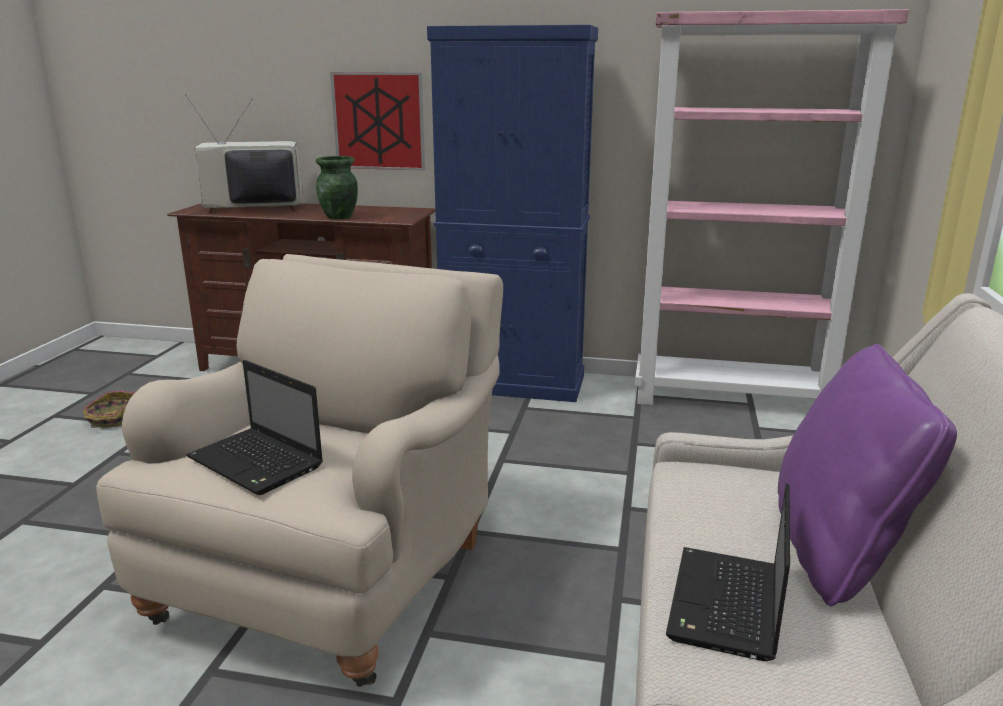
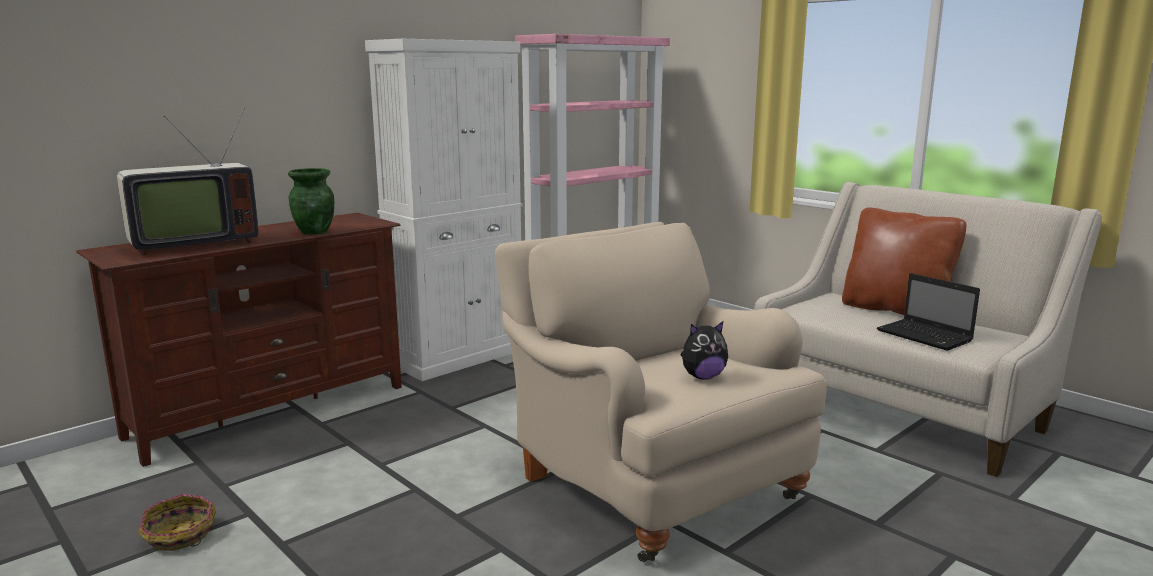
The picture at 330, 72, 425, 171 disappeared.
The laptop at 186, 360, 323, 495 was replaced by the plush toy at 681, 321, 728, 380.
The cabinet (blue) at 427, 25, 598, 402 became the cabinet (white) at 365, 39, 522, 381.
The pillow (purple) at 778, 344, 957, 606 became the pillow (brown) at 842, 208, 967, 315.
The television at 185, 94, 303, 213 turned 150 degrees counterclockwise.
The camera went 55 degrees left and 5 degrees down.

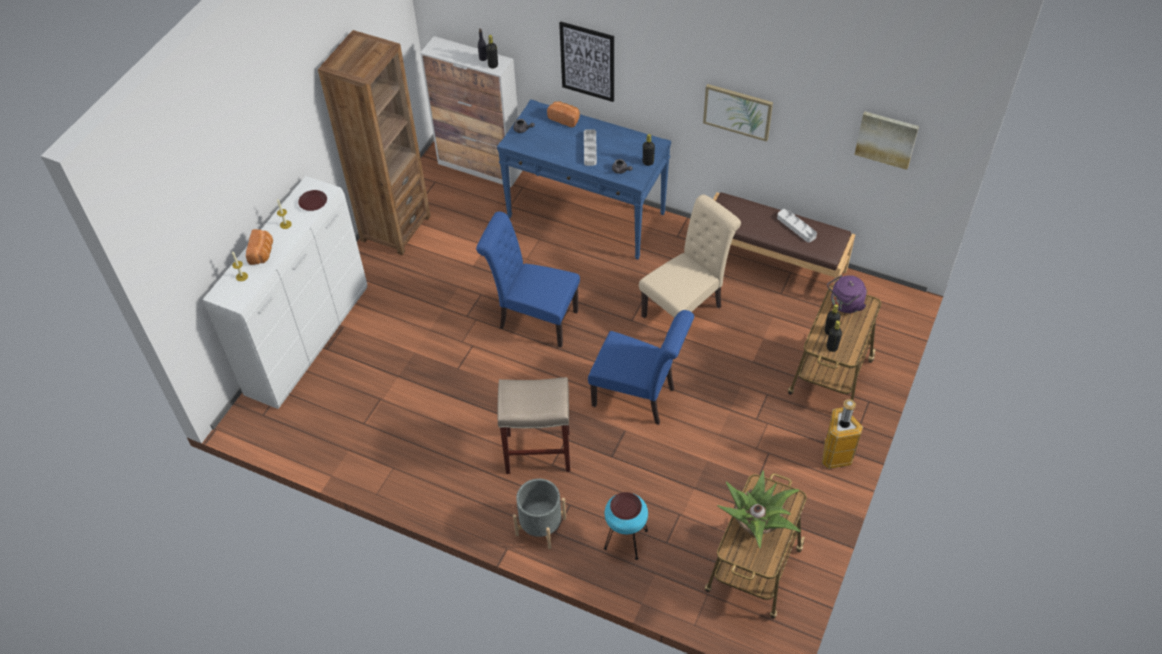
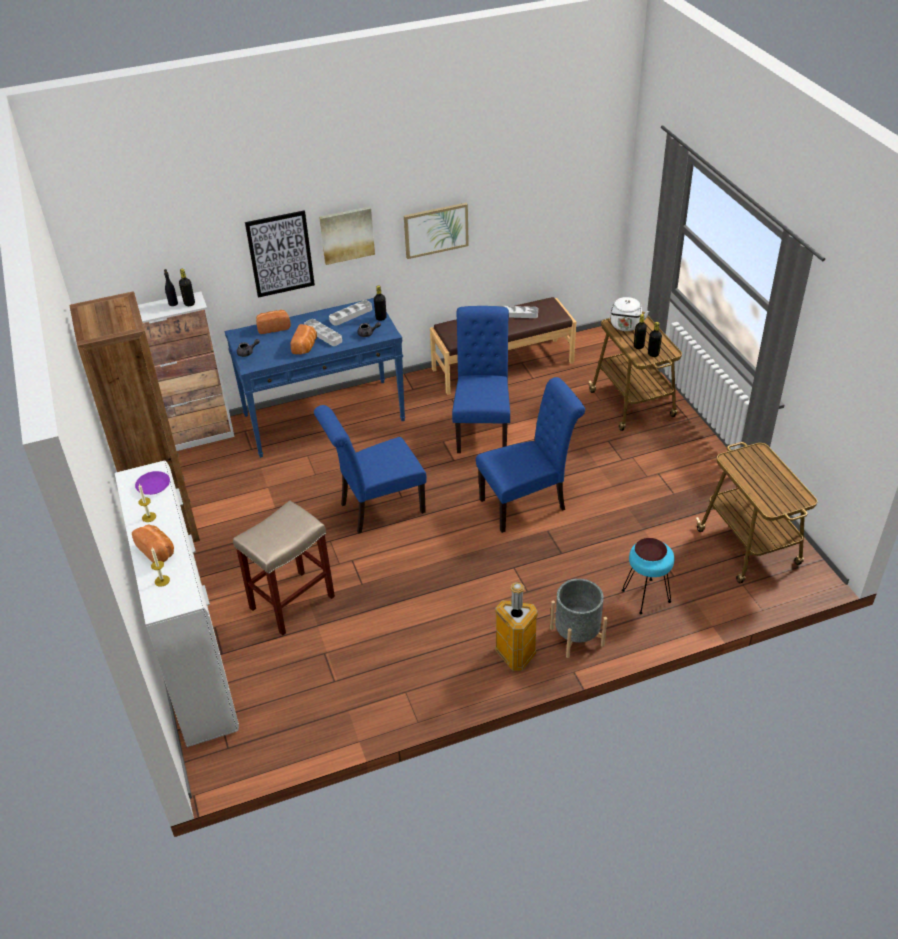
The potted plant at 717, 471, 800, 548 disappeared.
The bread at 290, 324, 317, 354 appeared.
The tray (grey) at 329, 300, 372, 326 appeared.
The stool (beige) moved from 497, 377, 570, 474 to 233, 501, 335, 636.
The trash can moved from 822, 399, 863, 469 to 495, 582, 538, 671.
The picture moved from 854, 111, 919, 170 to 319, 206, 375, 265.
The plate (brown) at 298, 190, 327, 211 became the plate (purple) at 135, 471, 170, 495.
The chair (beige) at 639, 194, 741, 318 became the chair (blue) at 452, 306, 510, 453.
The kettle (purple) at 827, 275, 867, 313 became the kettle (white) at 611, 297, 649, 331.
The camera went 45 degrees left and 10 degrees down.

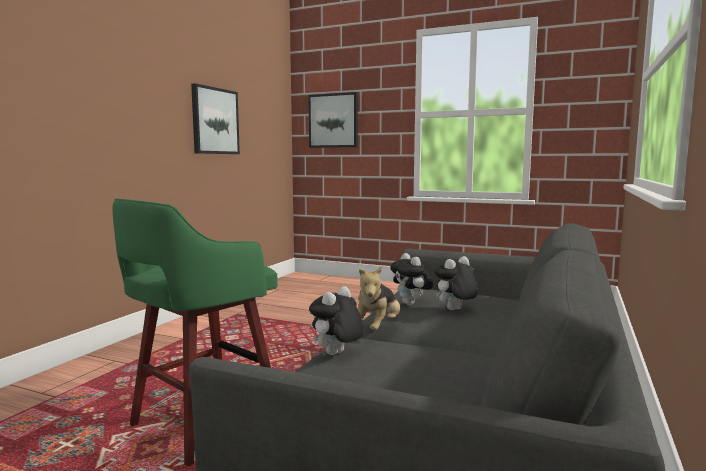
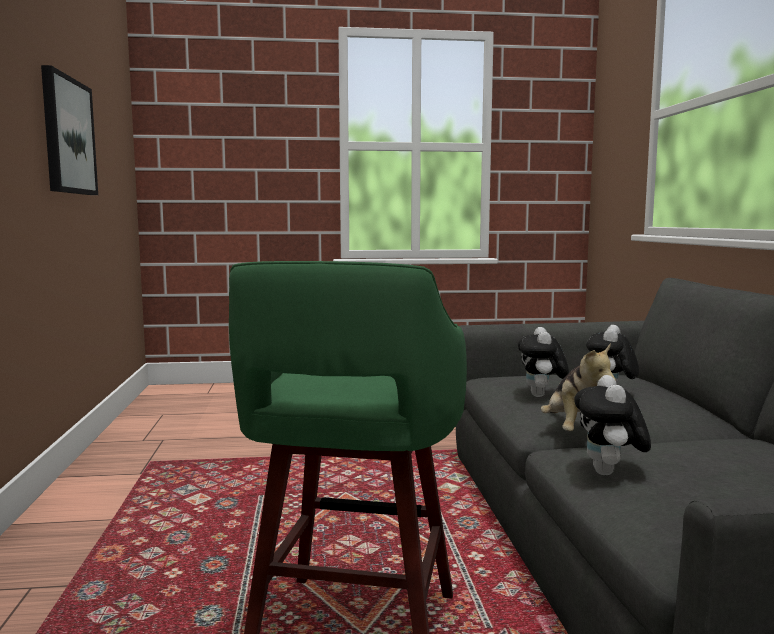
The picture at 308, 92, 358, 148 disappeared.
The plush toy at 390, 253, 433, 305 turned 60 degrees clockwise.
The camera went 30 degrees left and 0 degrees up.

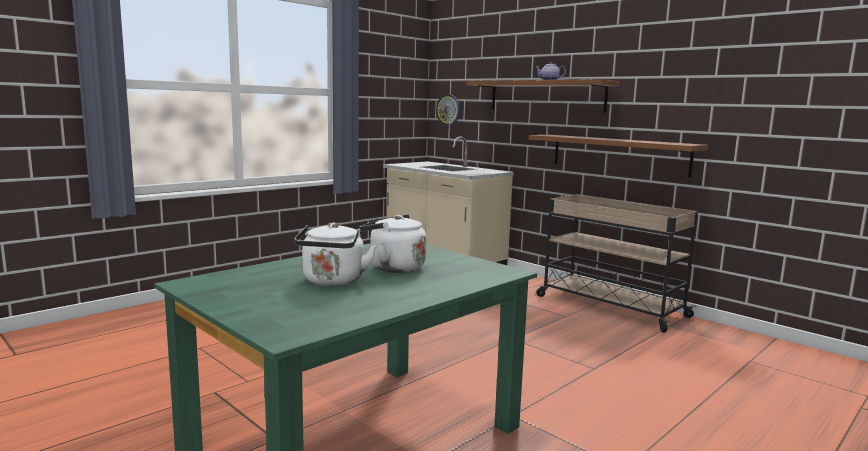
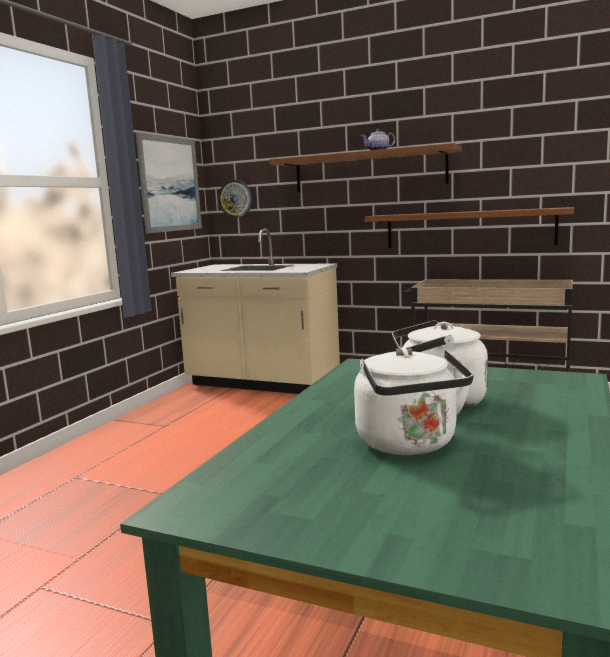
The picture at 135, 133, 202, 234 appeared.
The camera went 20 degrees left and 0 degrees up.

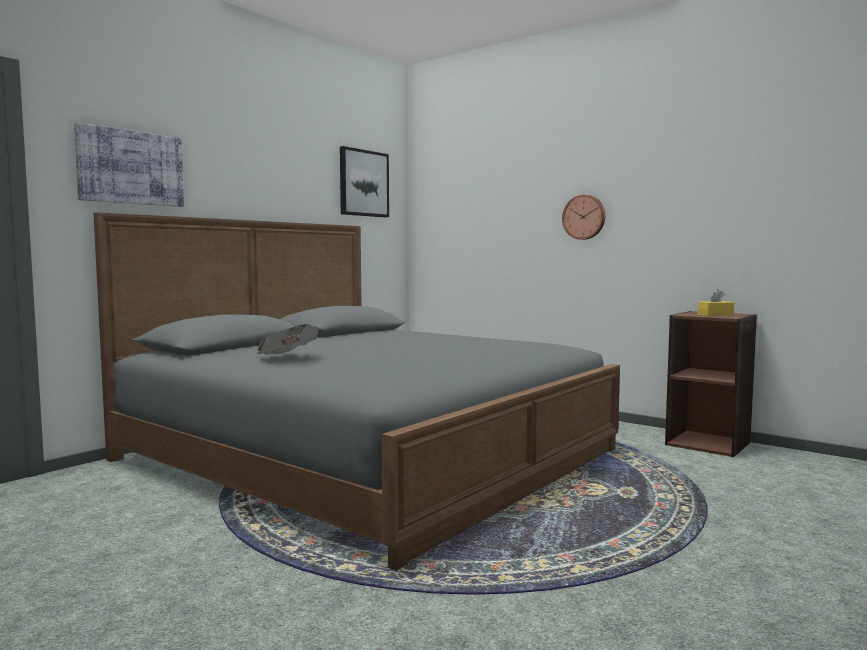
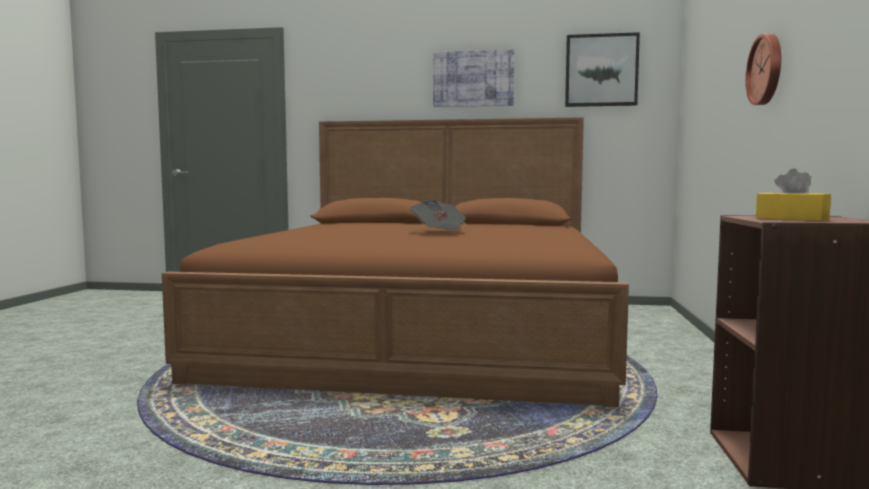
The picture moved from 74, 122, 184, 207 to 433, 49, 514, 107.
The newspaper moved from 257, 324, 319, 355 to 410, 200, 466, 231.
The bed (grey) at 93, 212, 620, 571 became the bed (brown) at 162, 117, 629, 407.
The camera went 60 degrees right and 0 degrees up.

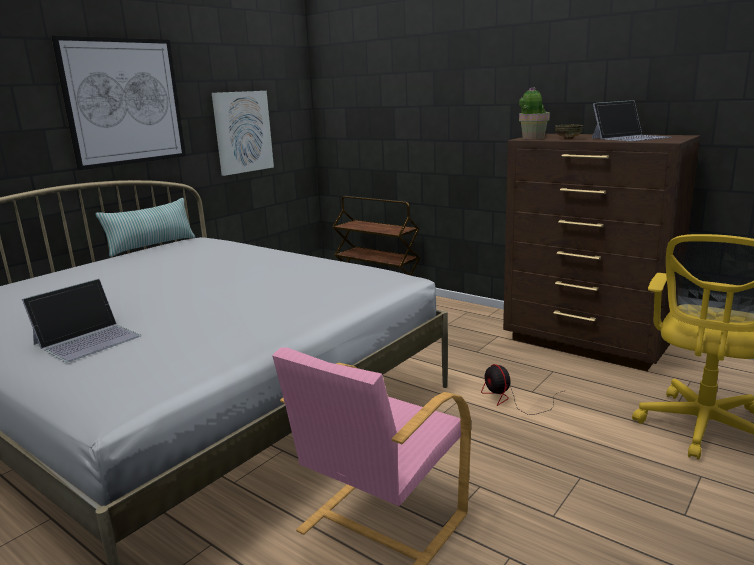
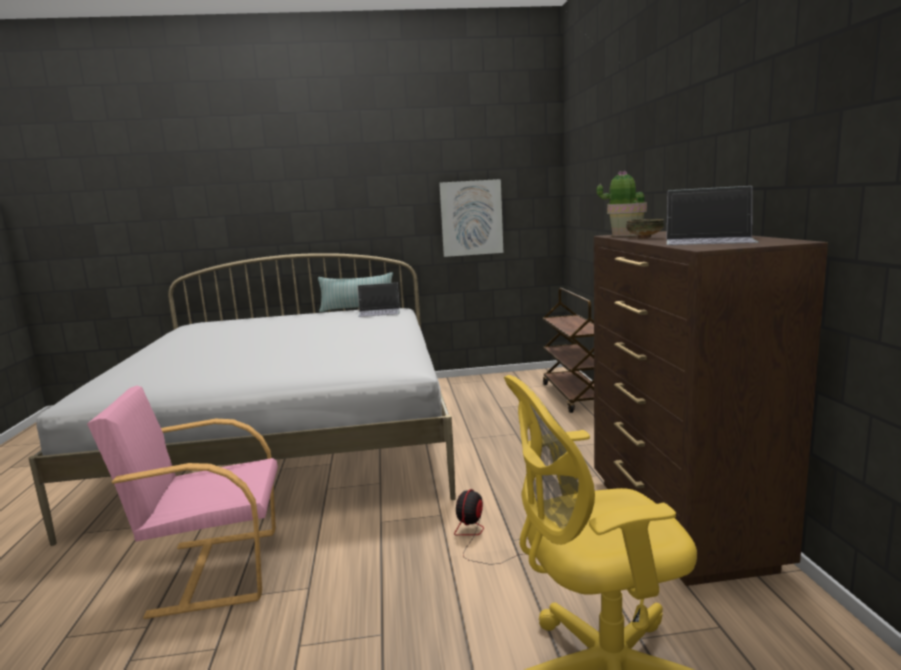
The picture at 51, 36, 186, 170 disappeared.
The laptop moved from 22, 279, 141, 362 to 358, 283, 400, 317.
The camera went 45 degrees right and 5 degrees down.

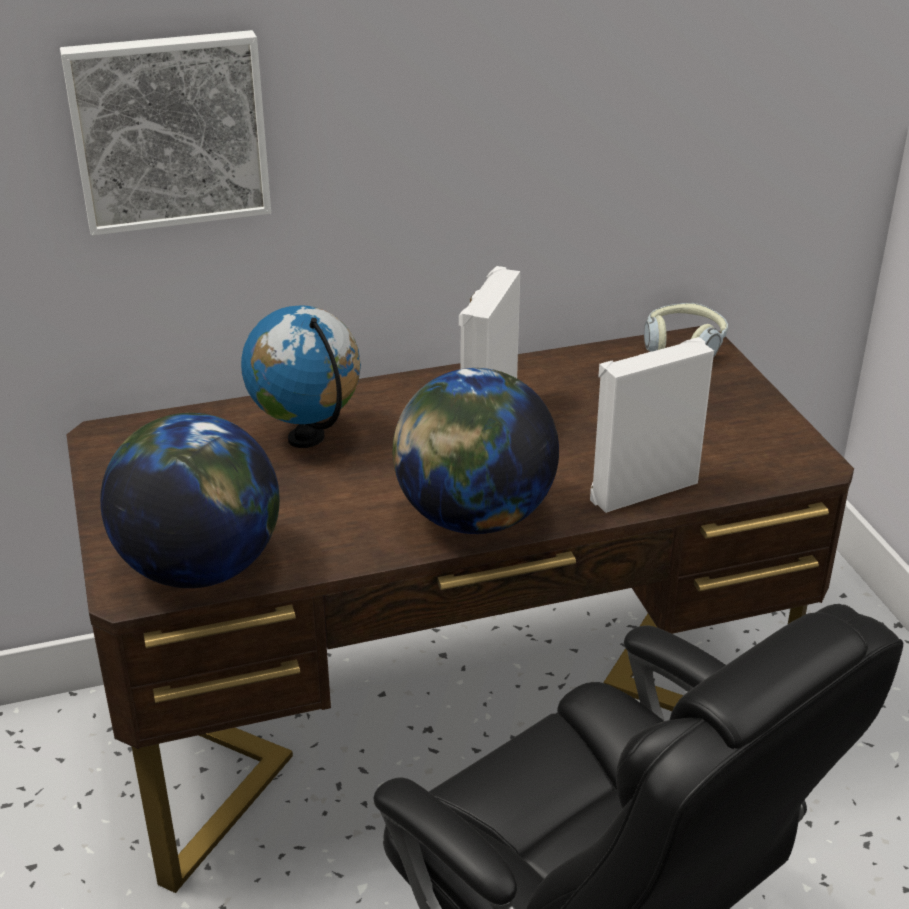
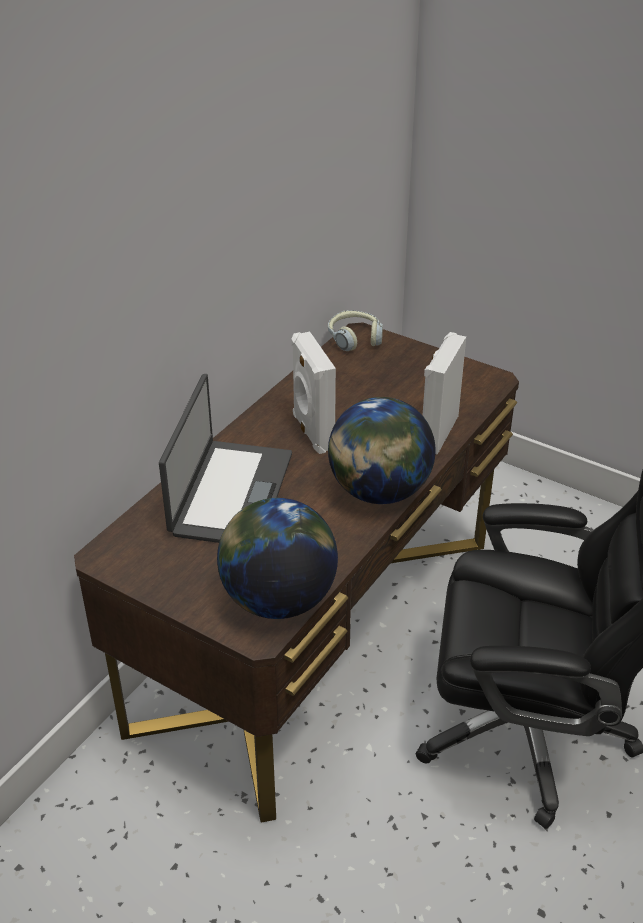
The picture at 60, 30, 271, 236 disappeared.
The globe at 241, 305, 361, 448 was replaced by the laptop at 159, 374, 292, 543.
The camera went 40 degrees left and 5 degrees up.

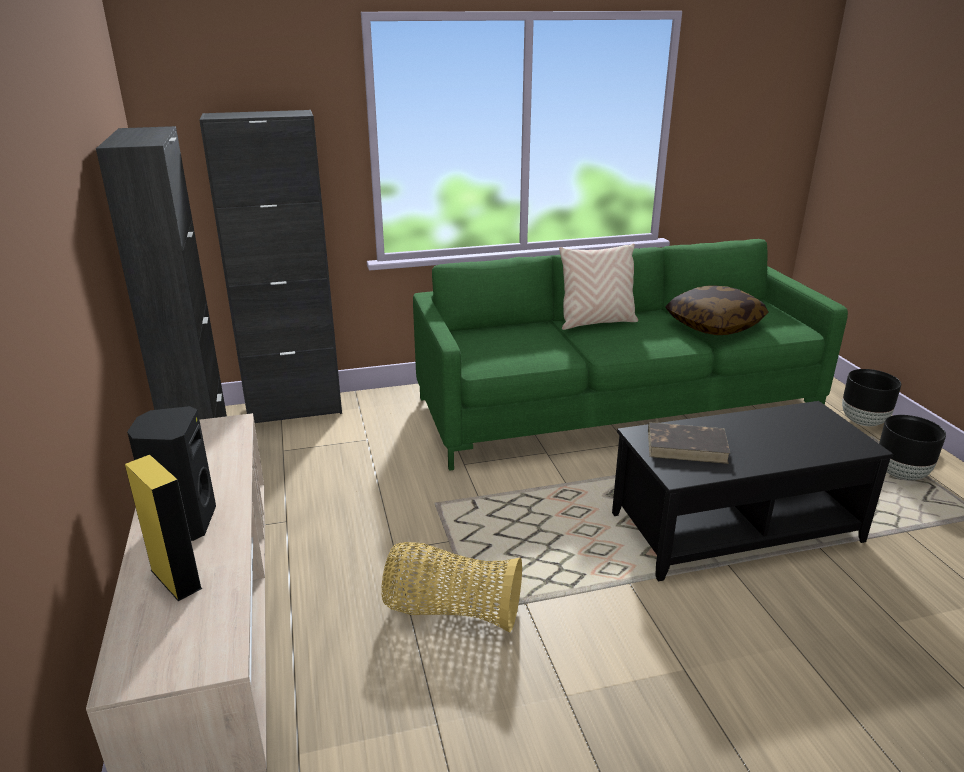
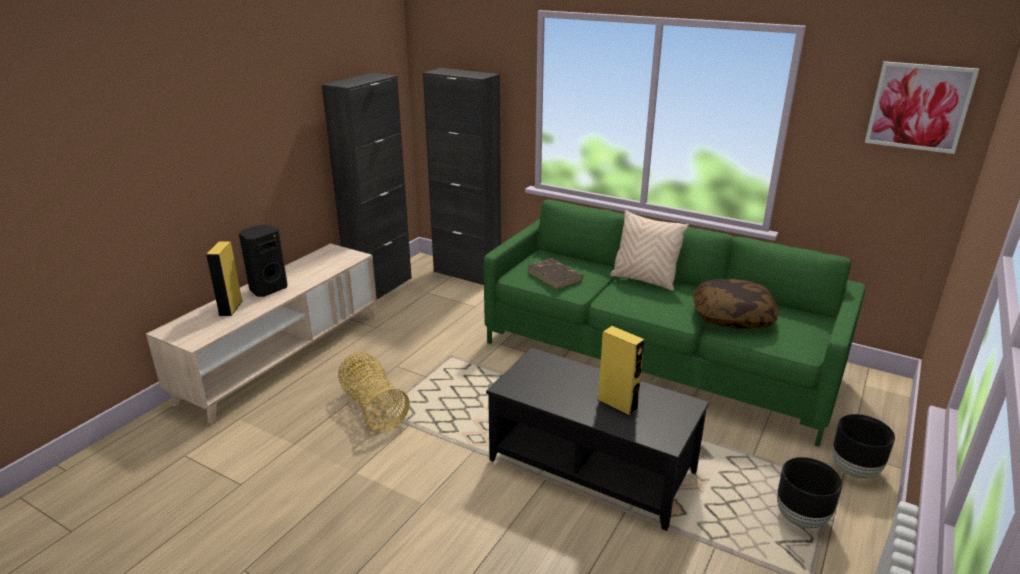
The speaker (yellow) at 598, 326, 645, 416 appeared.
The picture at 865, 61, 979, 154 appeared.
The book (brown) moved from 648, 422, 730, 464 to 527, 258, 583, 289.
The camera went 45 degrees right and 0 degrees up.

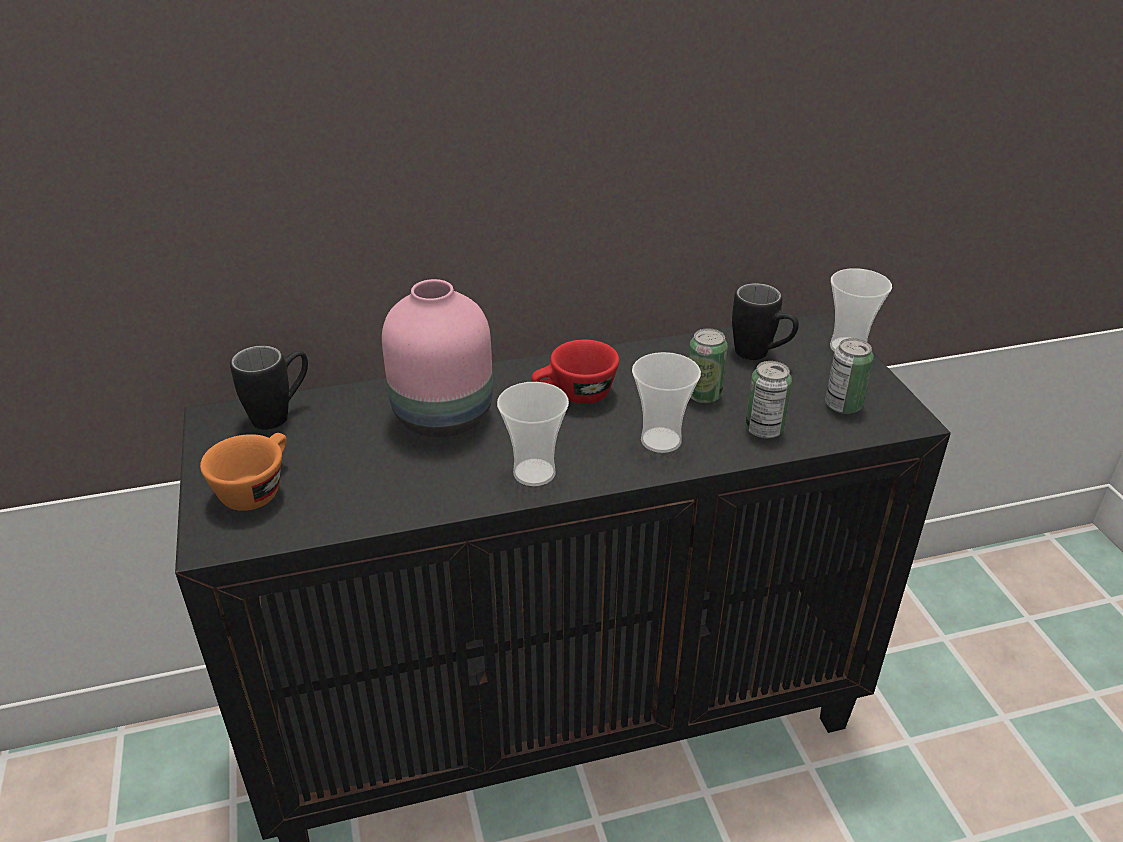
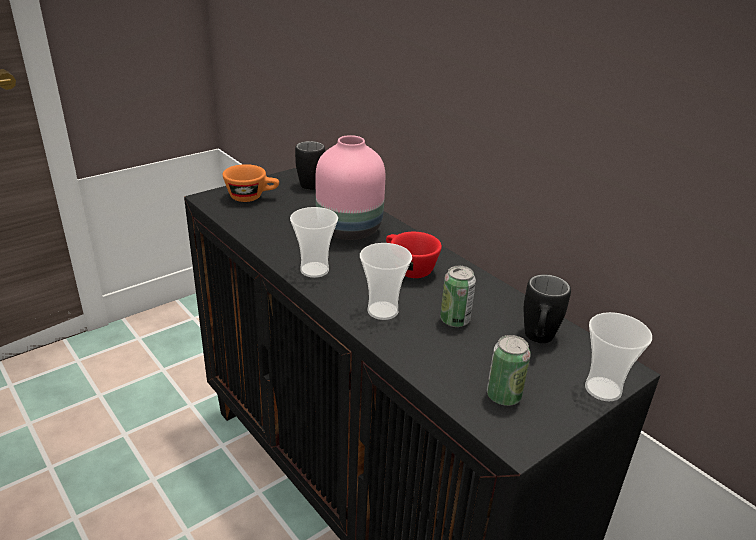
The can at 745, 361, 792, 438 disappeared.
The camera went 65 degrees right and 5 degrees down.

